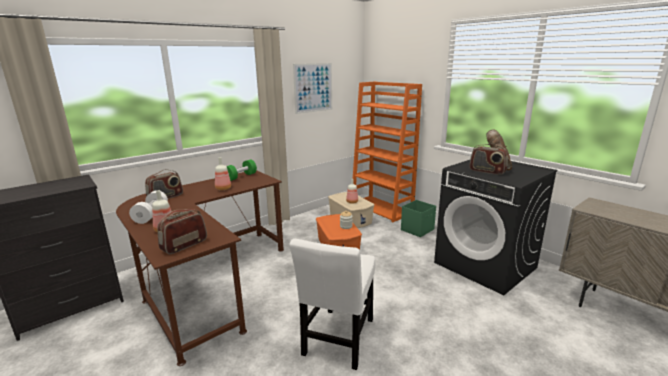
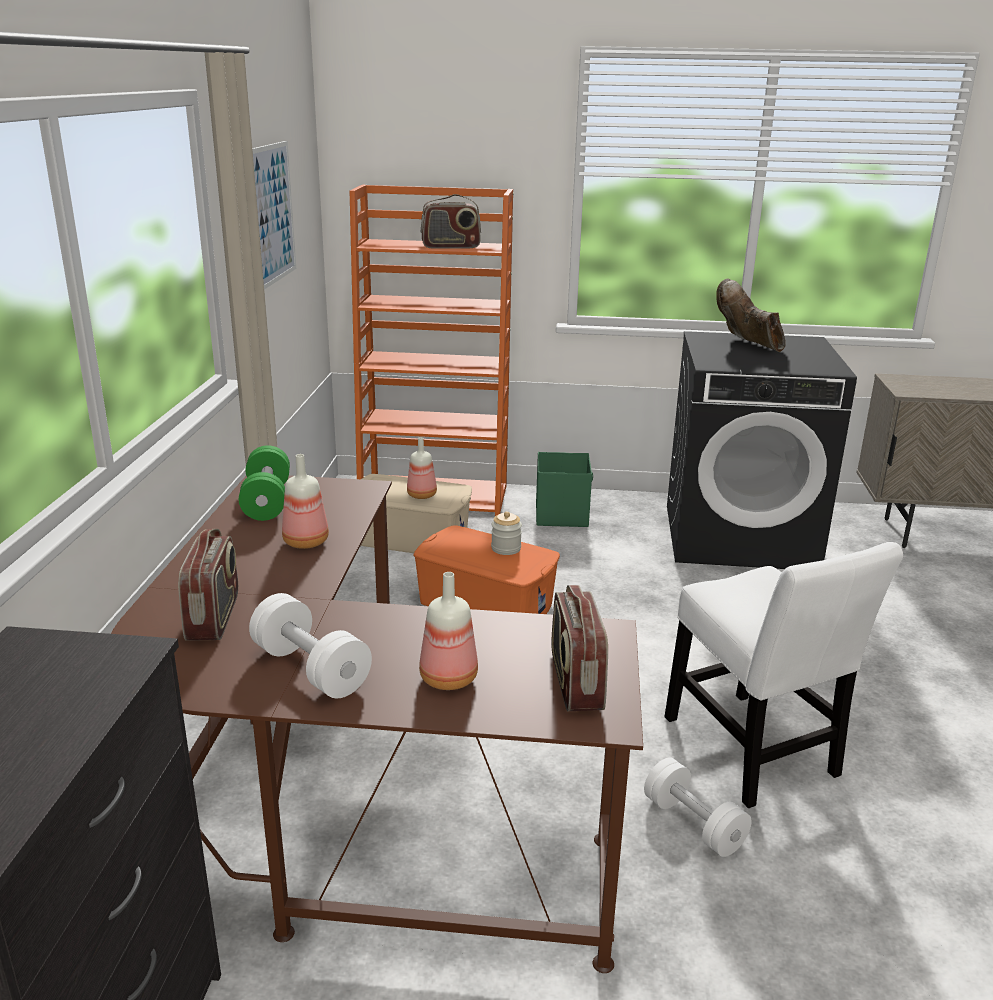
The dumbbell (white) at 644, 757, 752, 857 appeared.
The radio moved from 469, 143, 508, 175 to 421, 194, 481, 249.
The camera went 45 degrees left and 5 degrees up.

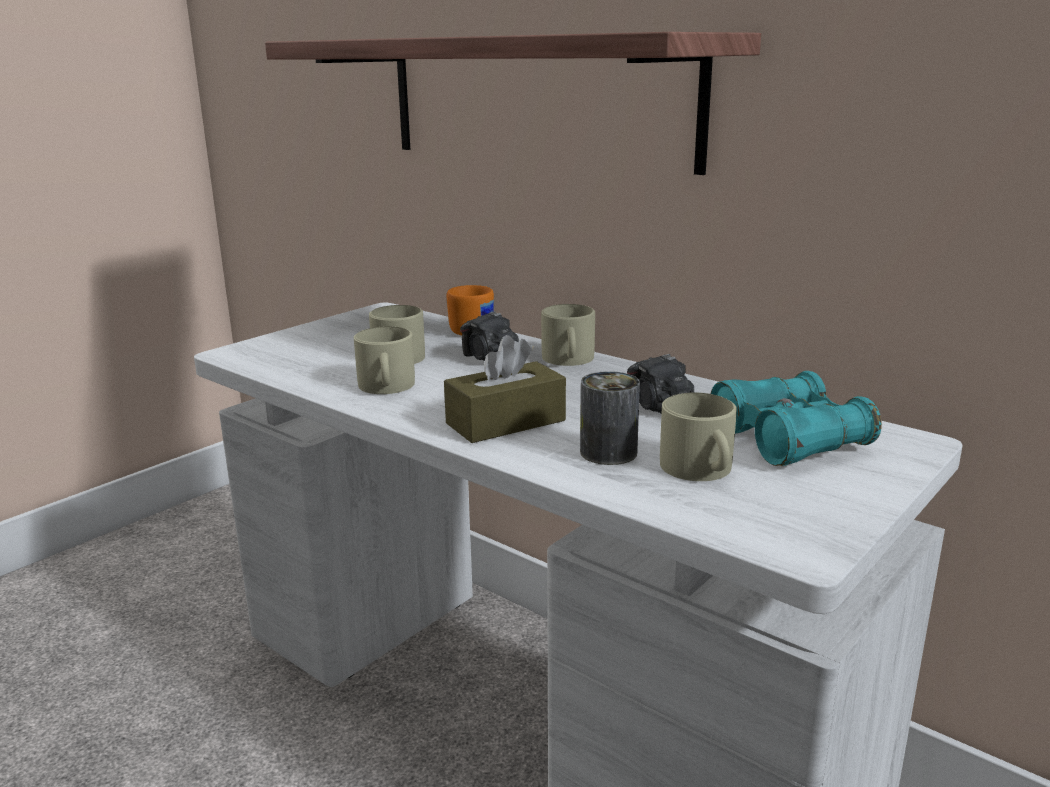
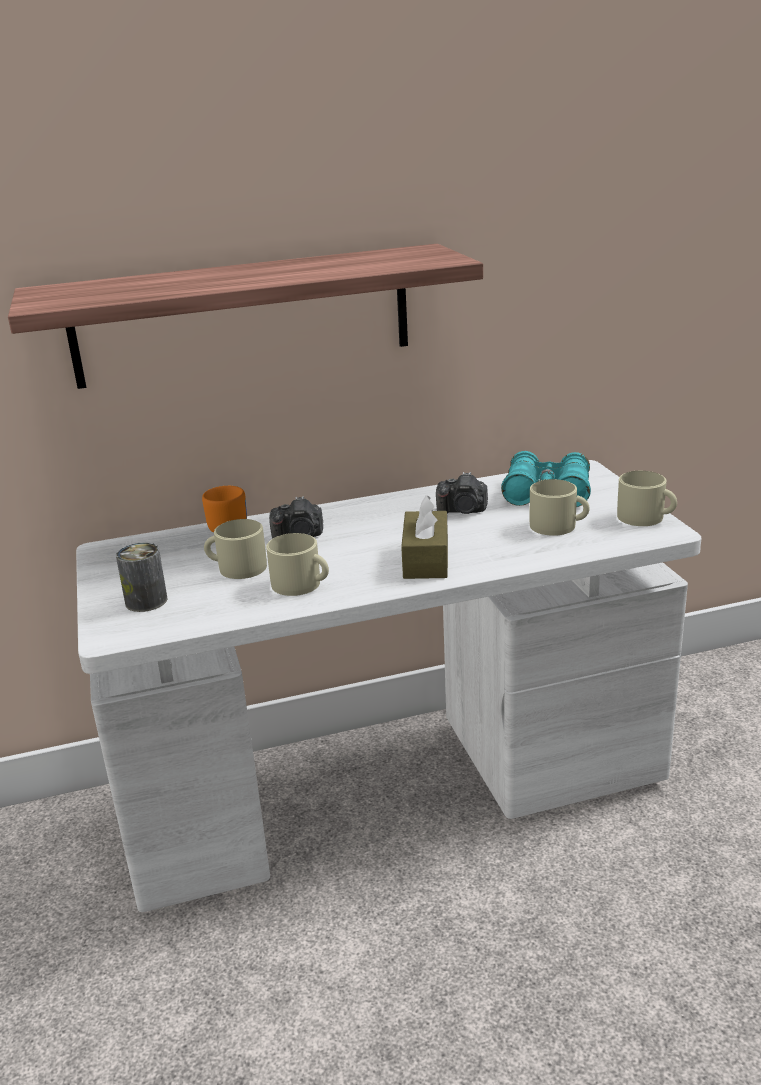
The mug (beige) moved from 541, 304, 595, 366 to 617, 471, 677, 526.
The can moved from 580, 371, 640, 465 to 116, 542, 168, 612.
The camera went 55 degrees left and 5 degrees up.

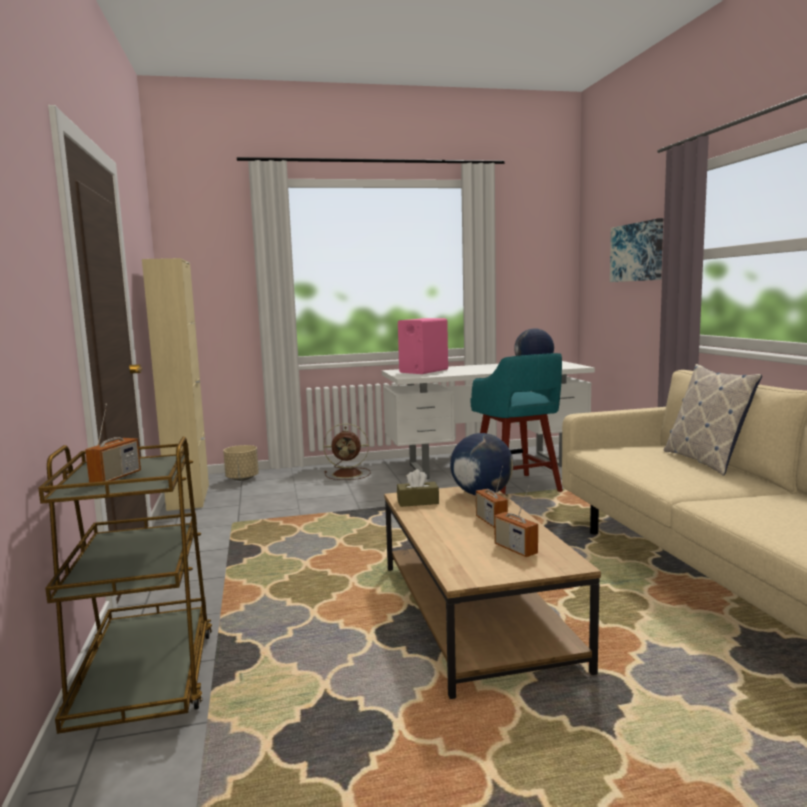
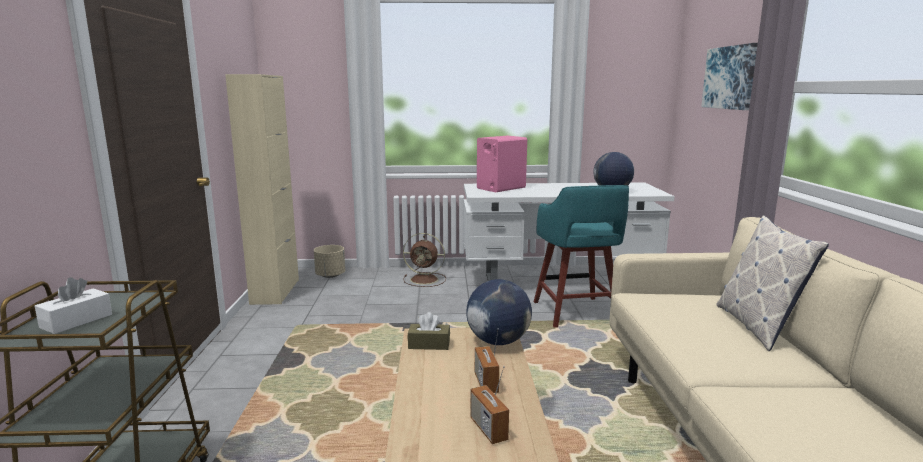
The radio at 85, 403, 141, 482 was replaced by the tissue box (white) at 35, 277, 112, 334.
The camera went 10 degrees right and 5 degrees up.

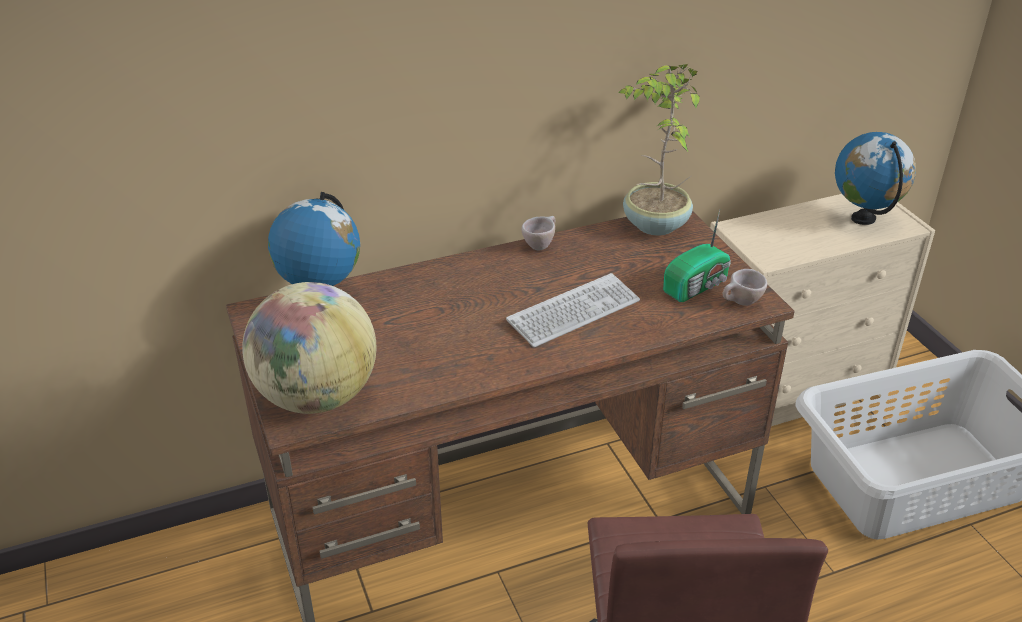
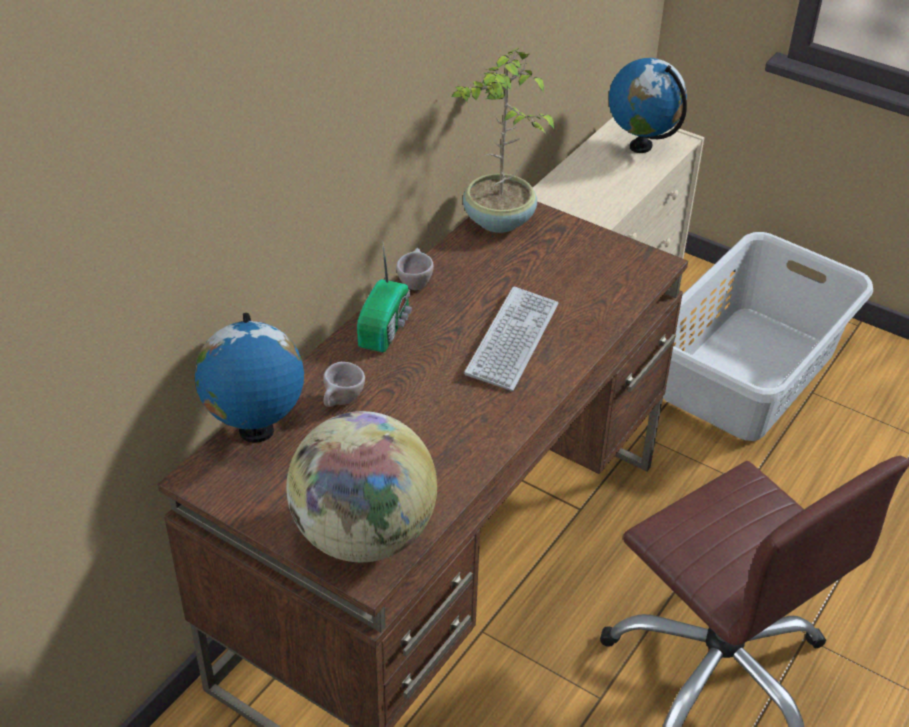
The radio moved from 663, 210, 731, 302 to 357, 242, 412, 352.
The cup (beige) moved from 723, 269, 767, 306 to 323, 362, 365, 407.
The camera went 35 degrees left and 5 degrees up.

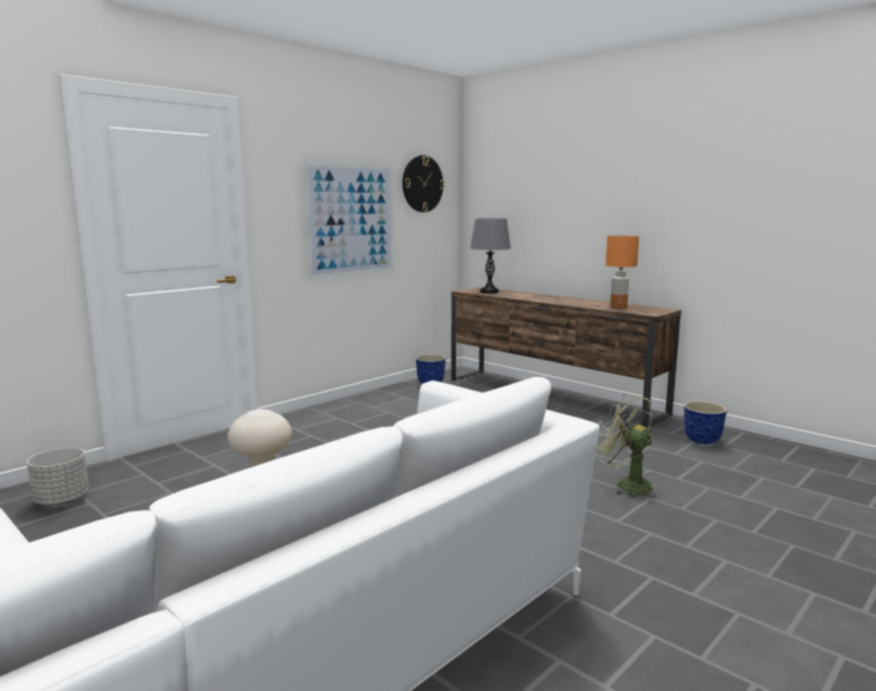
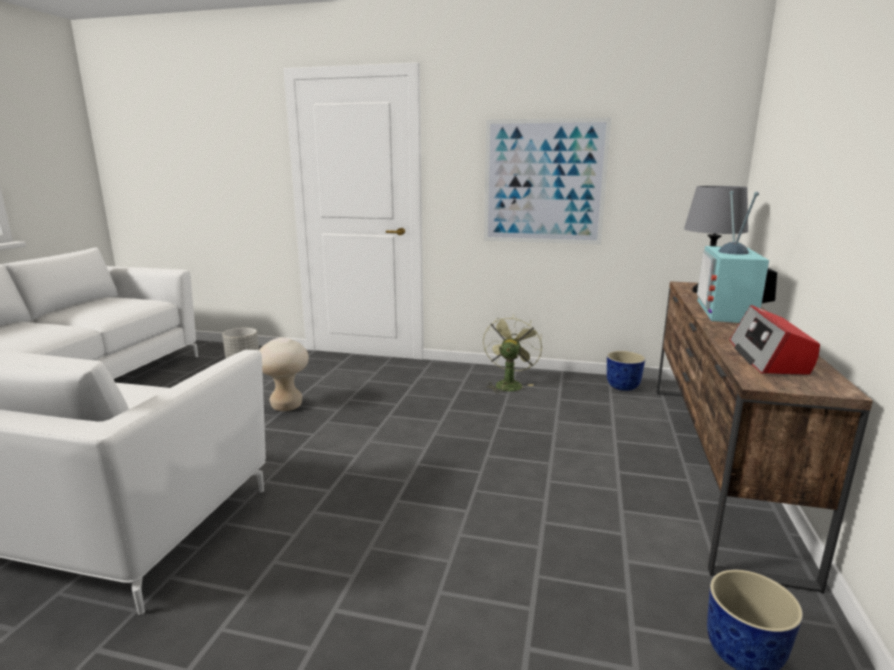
The wall clock at 402, 155, 444, 212 disappeared.
The television at 697, 191, 777, 323 appeared.
The fan (green) moved from 597, 393, 656, 498 to 483, 315, 542, 394.
The table lamp (orange) at 605, 236, 639, 308 was replaced by the radio at 730, 305, 820, 375.
The camera went 60 degrees right and 5 degrees up.

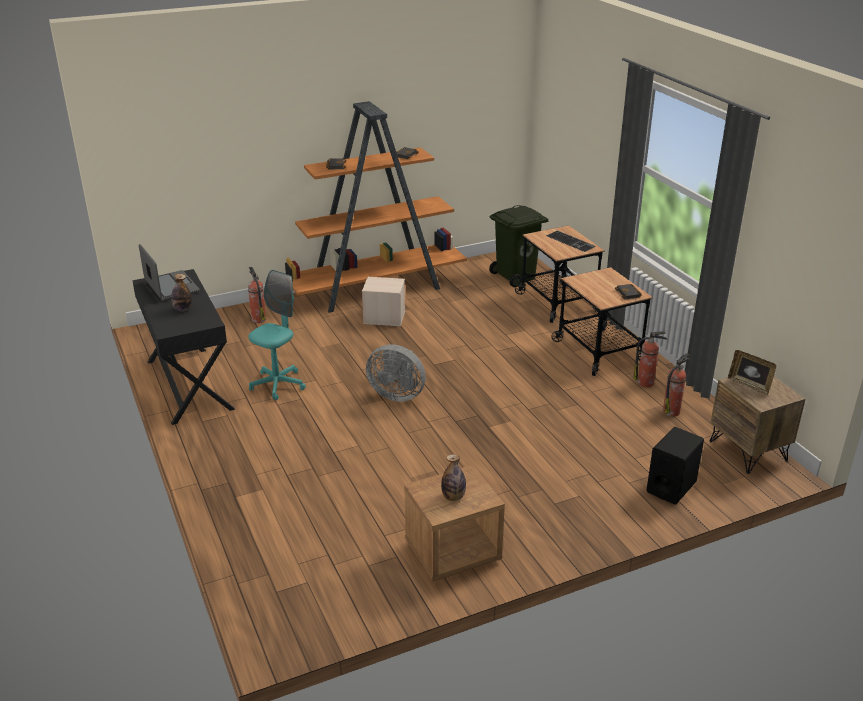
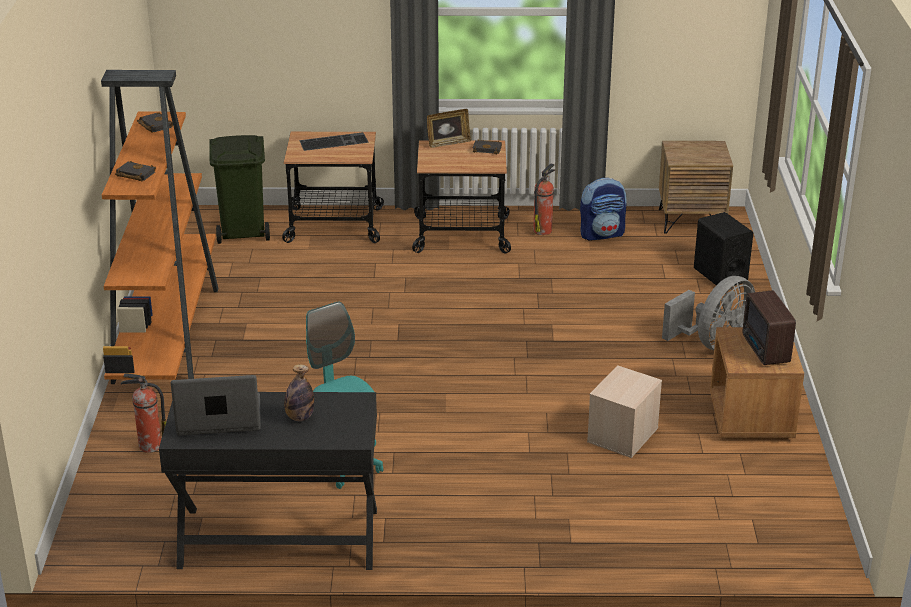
The storage box (beige) moved from 362, 277, 405, 326 to 587, 365, 662, 458.
The fan (grey) moved from 366, 344, 426, 402 to 662, 276, 755, 350.
The picture frame moved from 728, 350, 776, 395 to 427, 109, 471, 148.
The bottle at 441, 454, 466, 501 was replaced by the radio at 743, 290, 796, 365.
The fire extinguisher at 663, 353, 690, 416 was replaced by the backpack at 580, 178, 627, 241.
The camera went 65 degrees left and 0 degrees up.

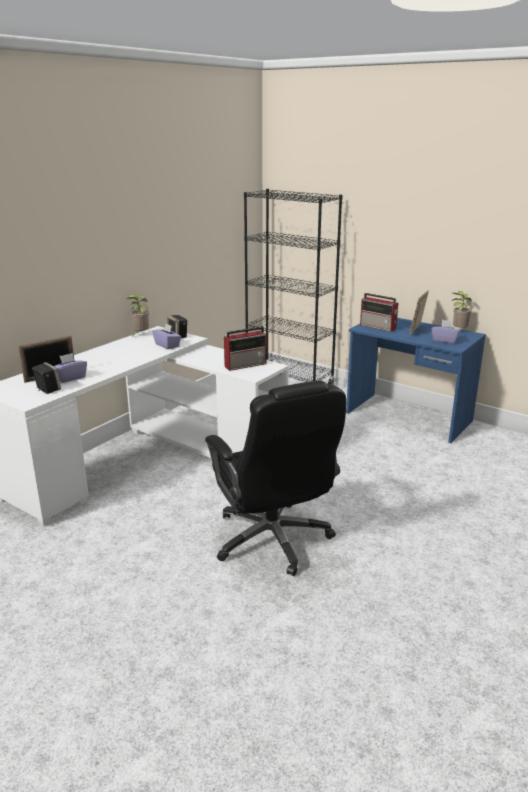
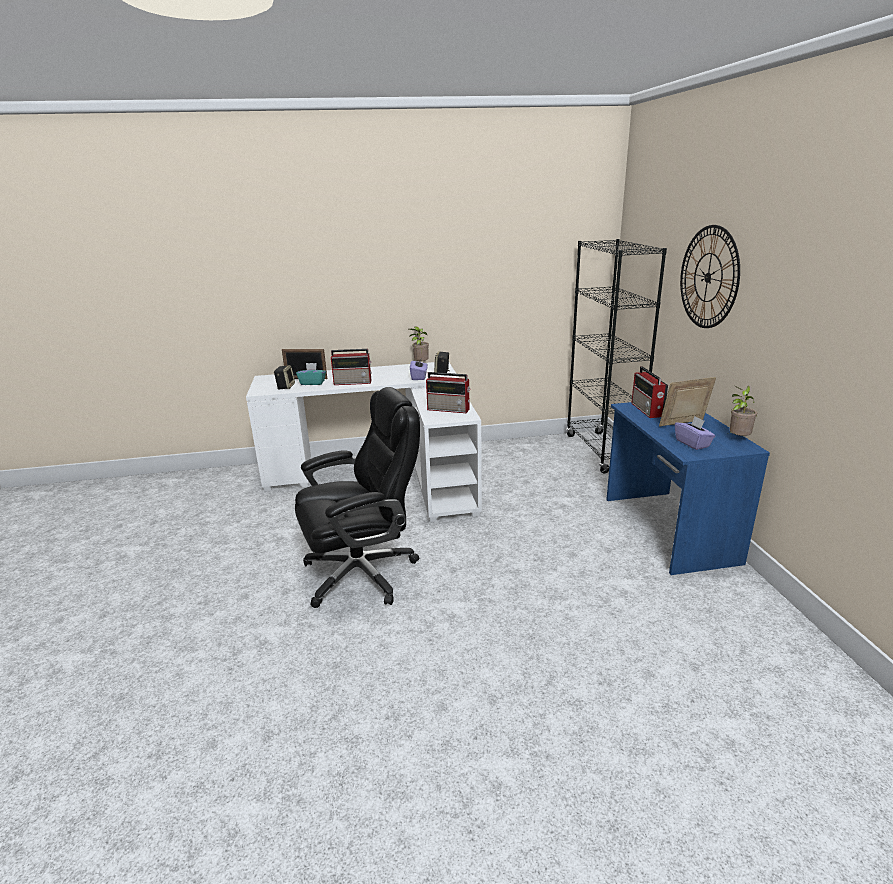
The radio at 331, 349, 372, 385 appeared.
The wall clock at 680, 225, 740, 328 appeared.
The tissue box (purple) at 54, 353, 87, 383 became the tissue box (turquoise) at 296, 363, 326, 385.
The office chair (black) at 205, 381, 346, 576 turned 135 degrees counterclockwise.
The camera went 45 degrees right and 0 degrees up.

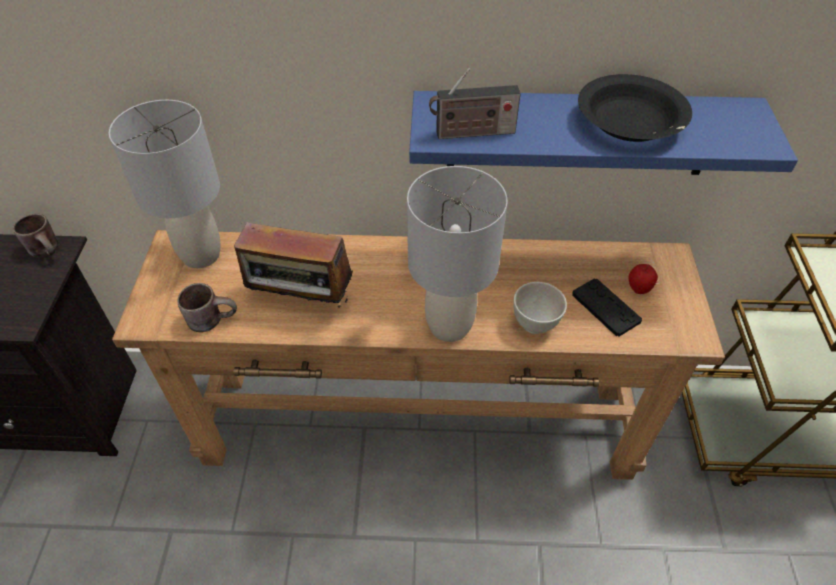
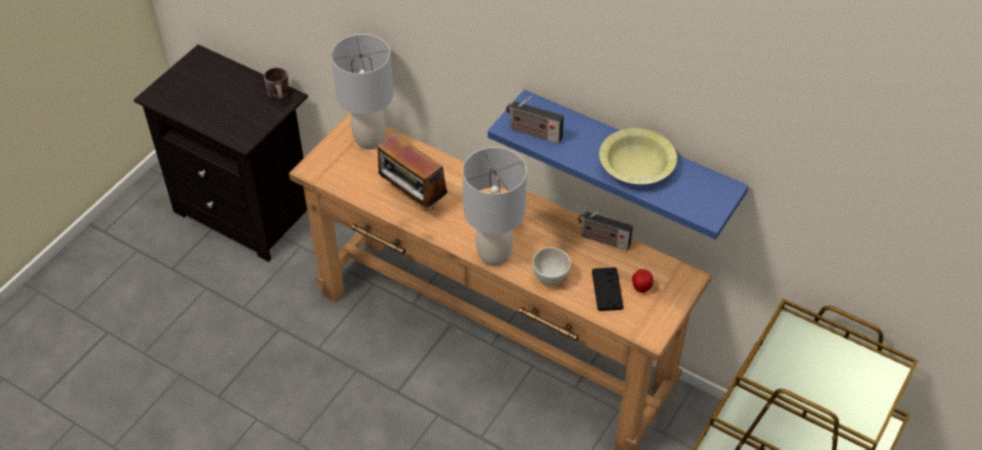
The mug (brown) at 177, 283, 237, 332 disappeared.
The radio at 578, 209, 633, 251 appeared.
The bowl (black) at 578, 74, 692, 142 became the bowl (yellow) at 599, 128, 677, 184.
The camera went 30 degrees right and 0 degrees up.

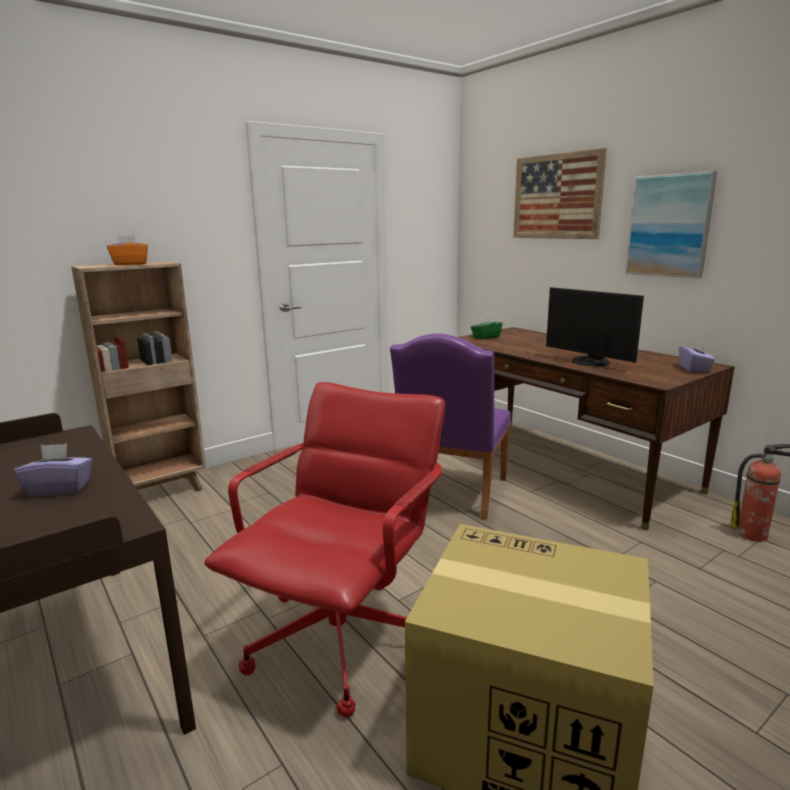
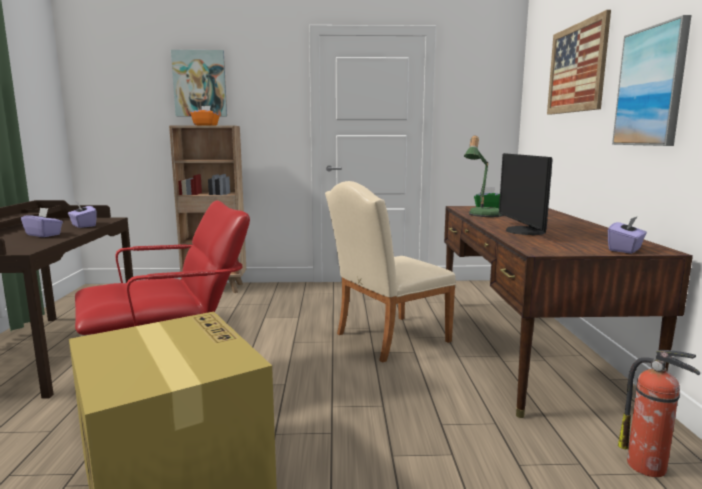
The tissue box (purple) at 68, 202, 97, 228 appeared.
The picture at 171, 50, 227, 116 appeared.
The table lamp at 464, 135, 504, 217 appeared.
The chair (purple) at 390, 333, 511, 520 became the chair (beige) at 325, 181, 456, 363.
The camera went 35 degrees right and 5 degrees down.

